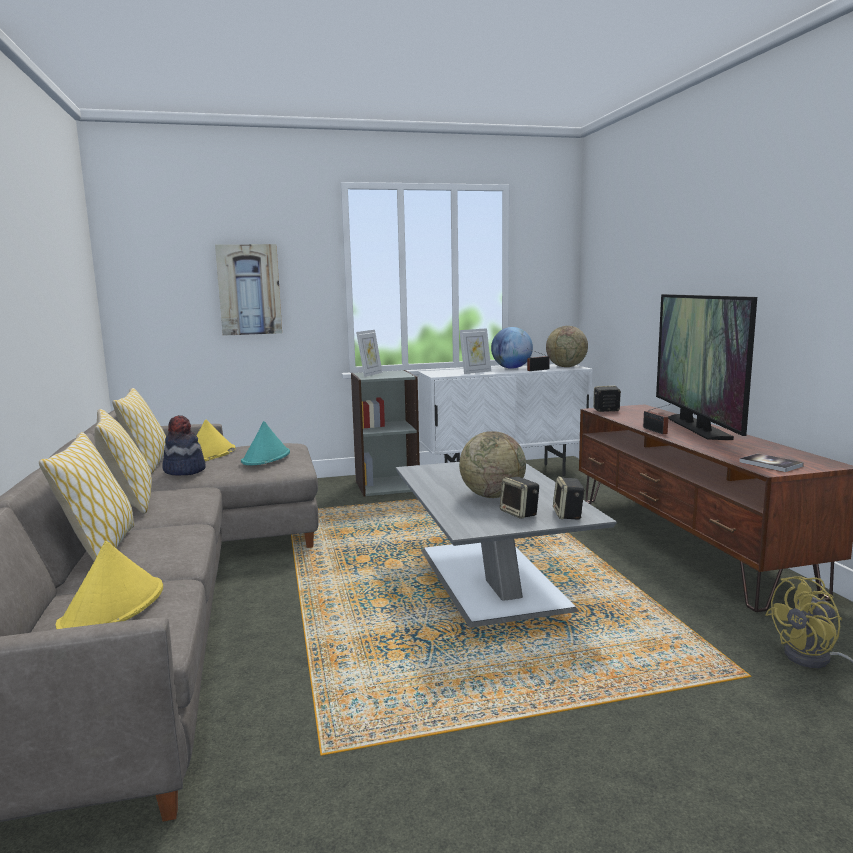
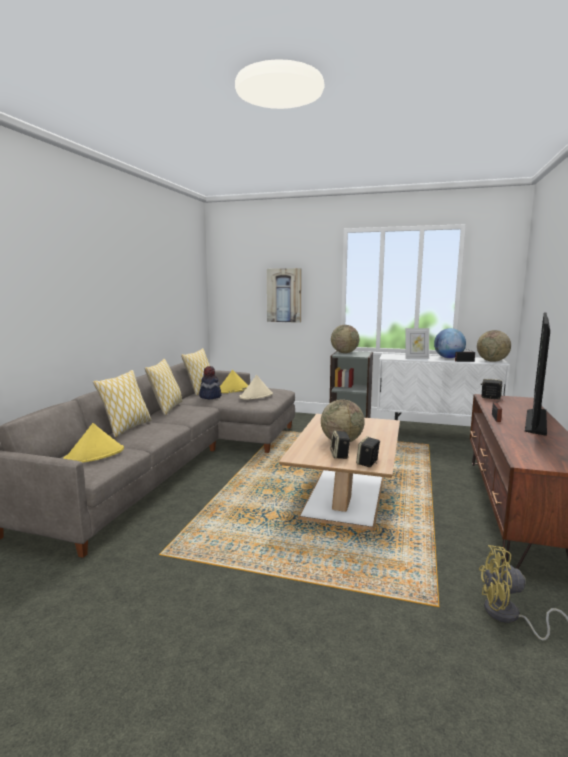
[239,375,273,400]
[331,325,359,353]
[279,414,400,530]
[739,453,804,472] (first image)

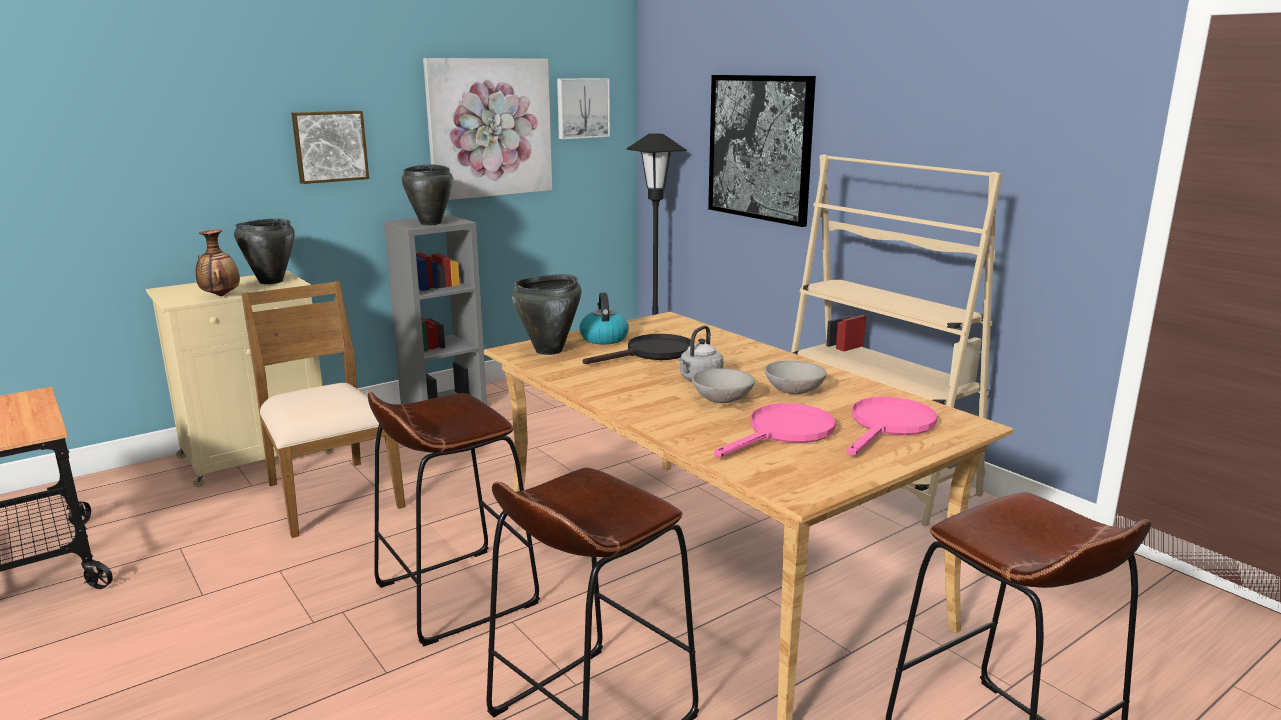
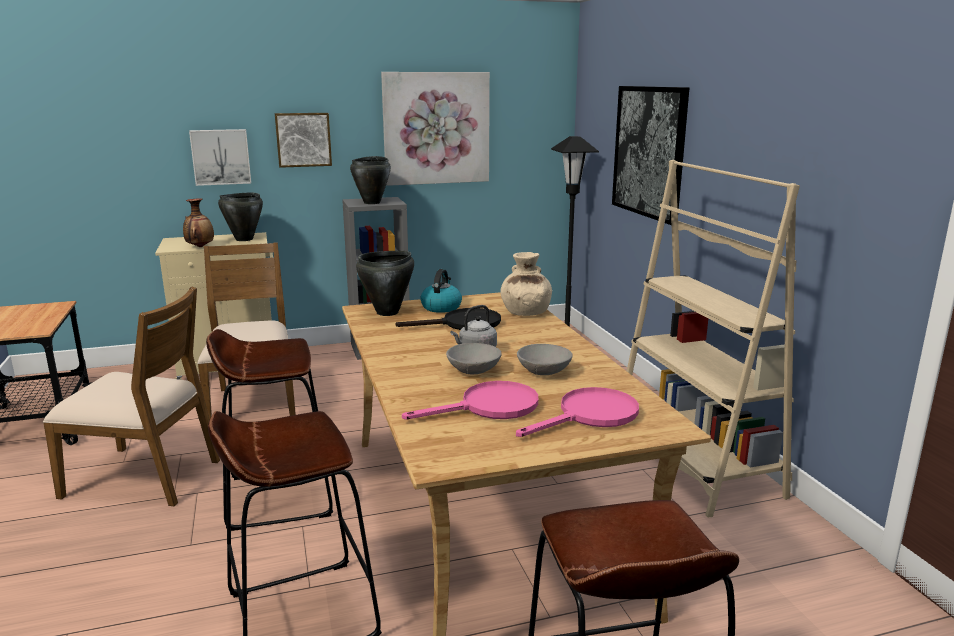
[189,129,251,186]
[43,287,220,506]
[501,252,552,316]

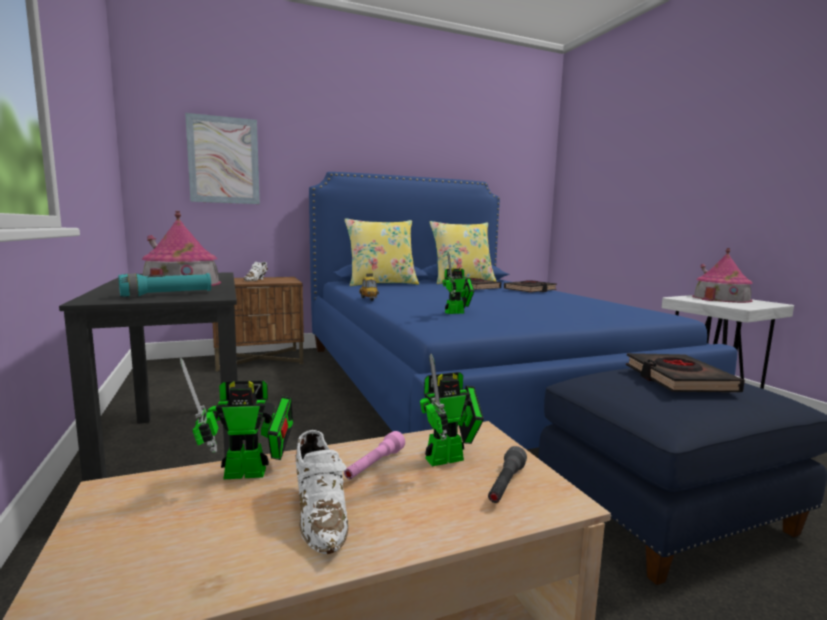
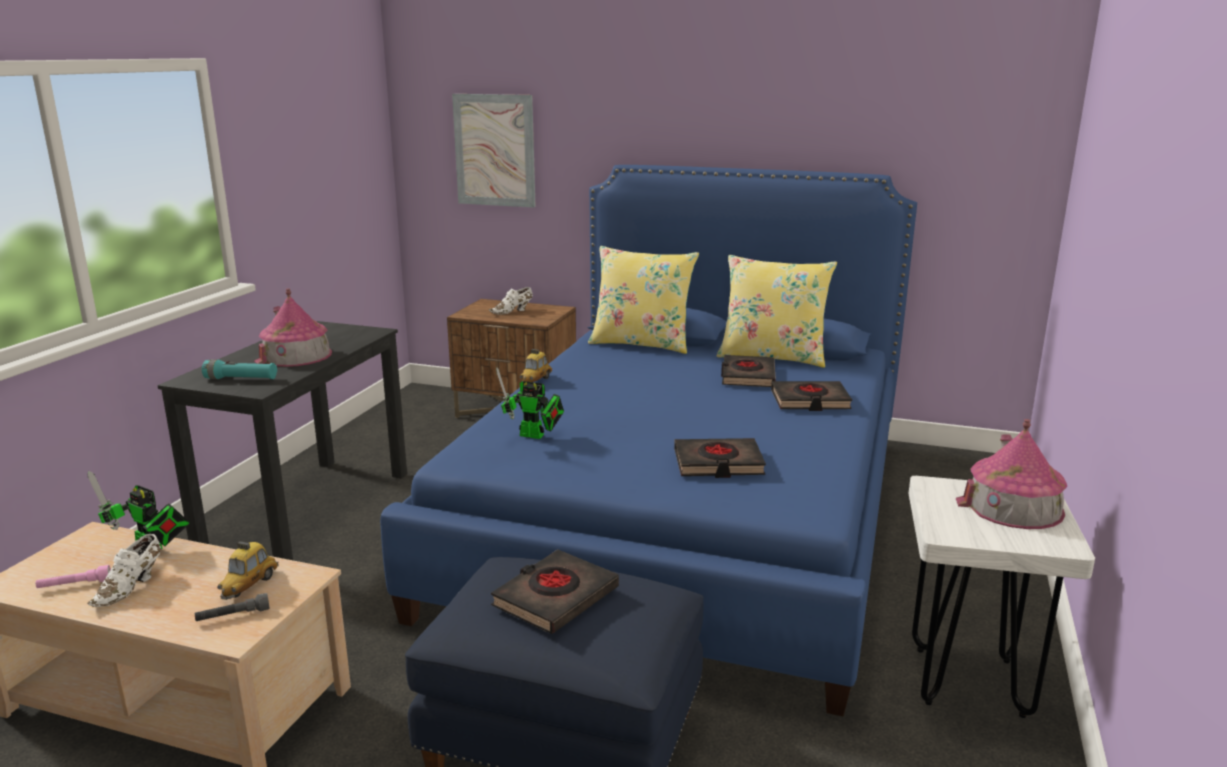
[36,565,111,588]
[217,541,279,600]
[674,438,766,478]

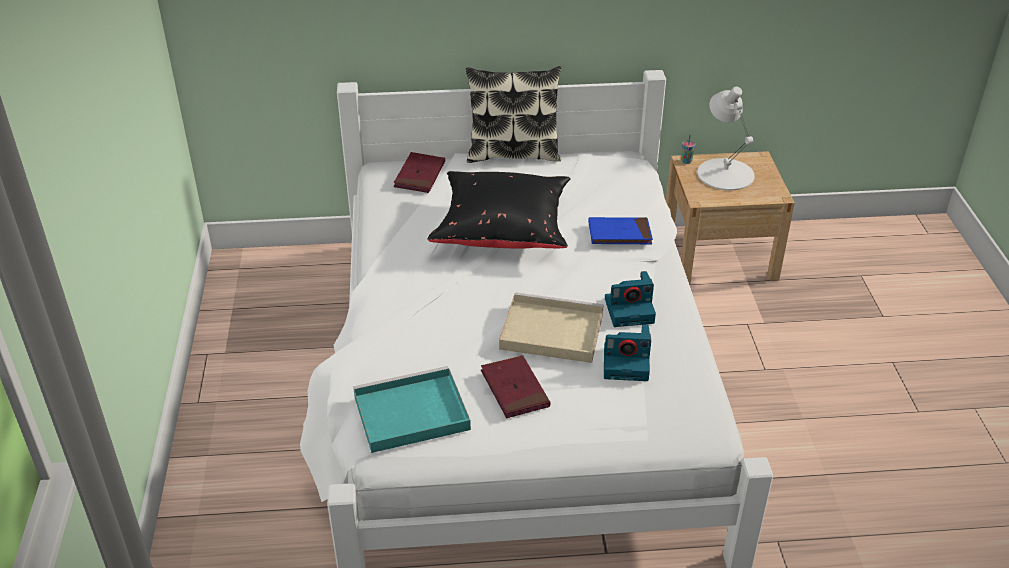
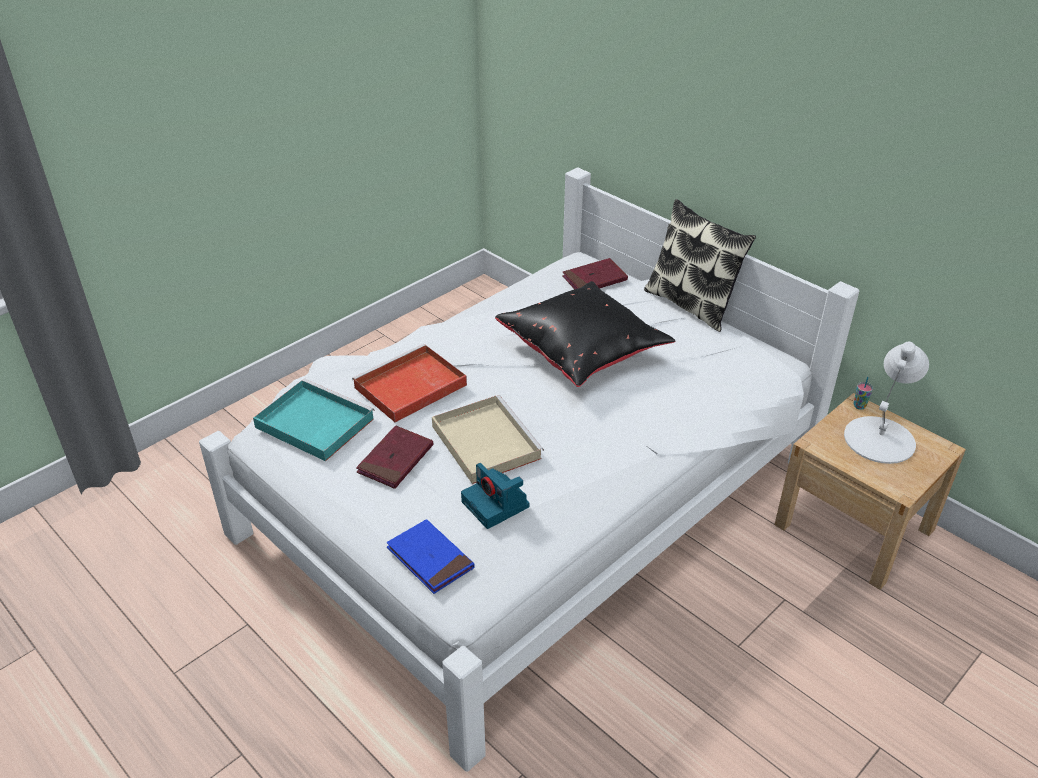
[387,519,475,594]
[605,271,656,327] (first image)
[352,344,467,422]

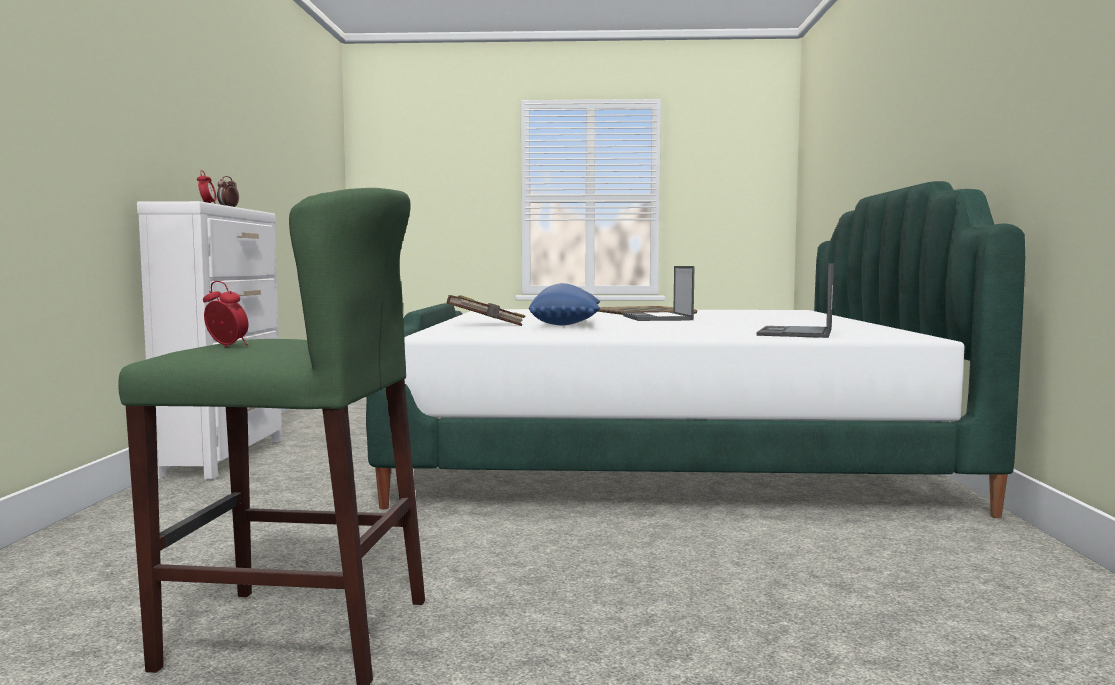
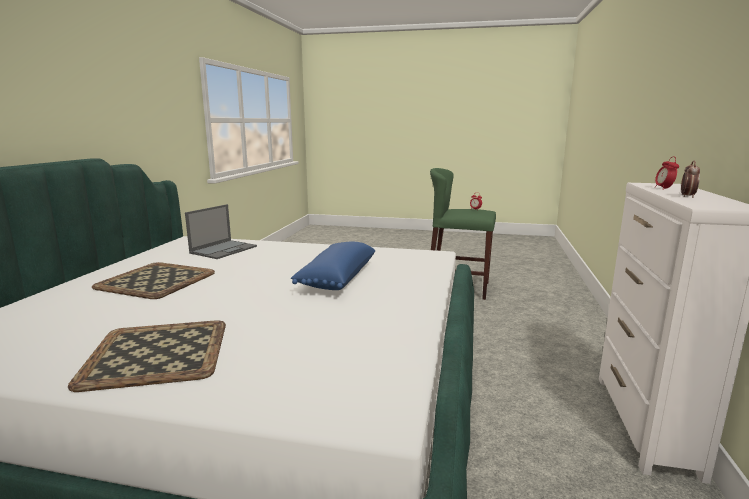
[447,295,526,326] (first image)
[623,266,694,321] (first image)
[92,262,215,299]

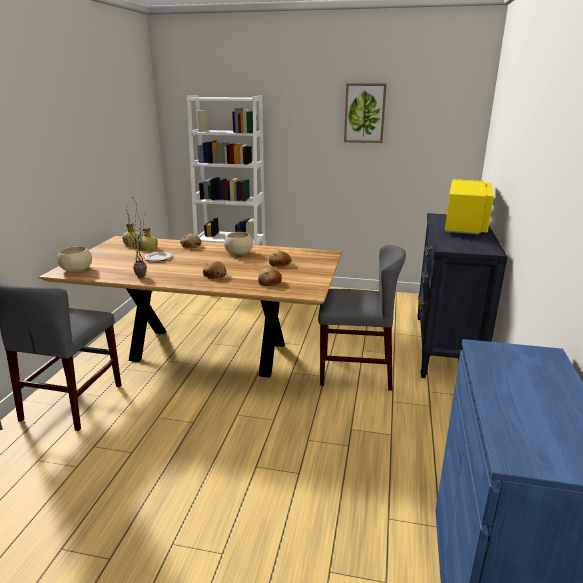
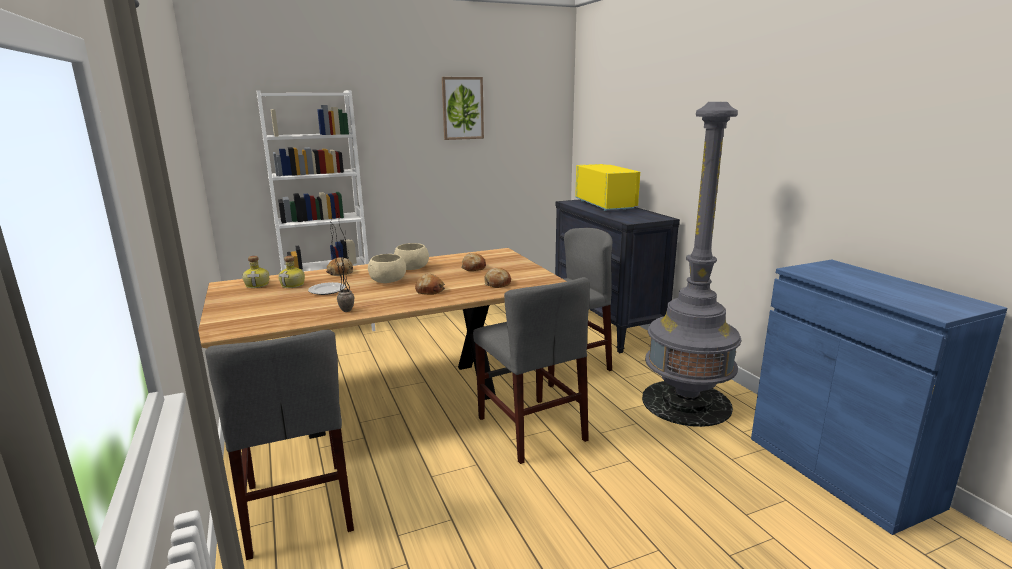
[368,254,406,283]
[473,277,590,464]
[642,102,741,427]

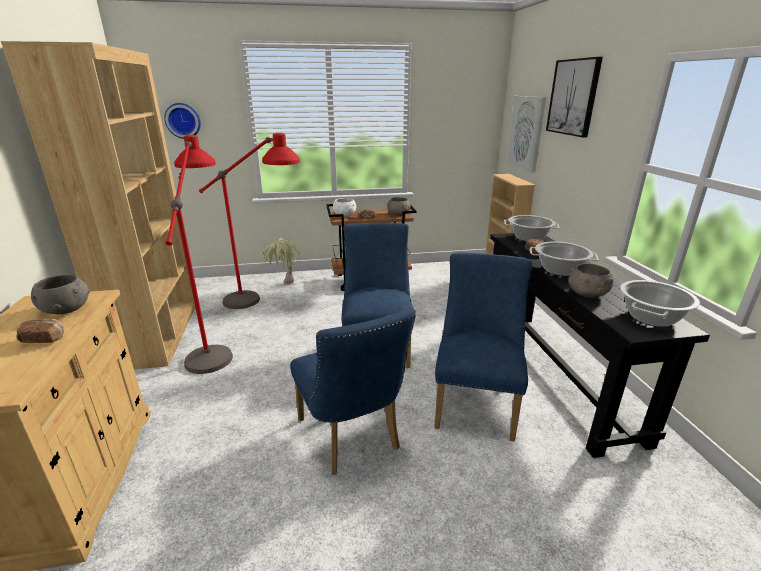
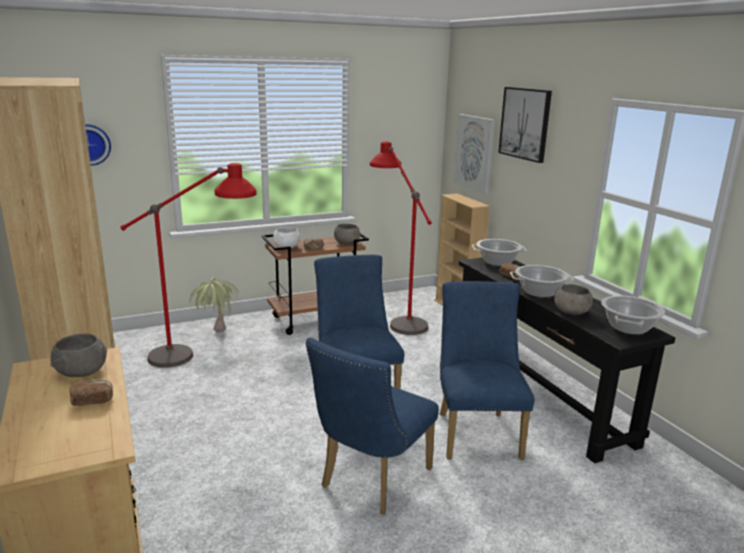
[370,141,432,335]
[306,338,439,515]

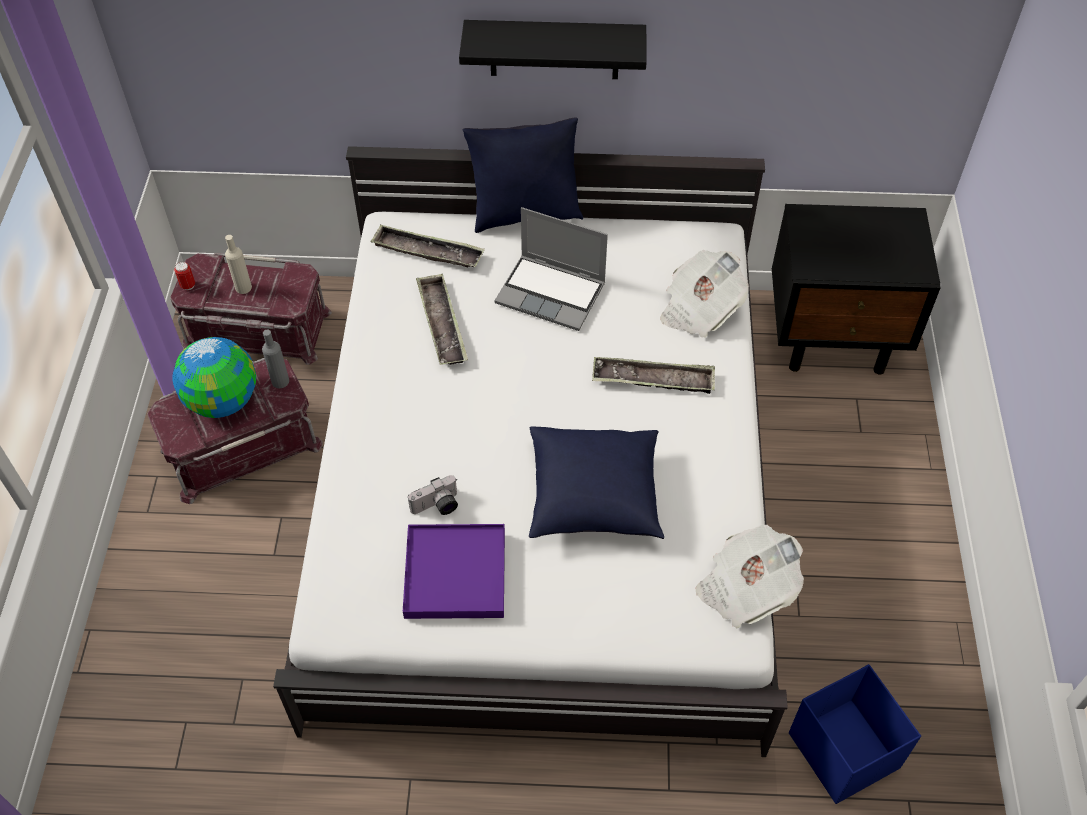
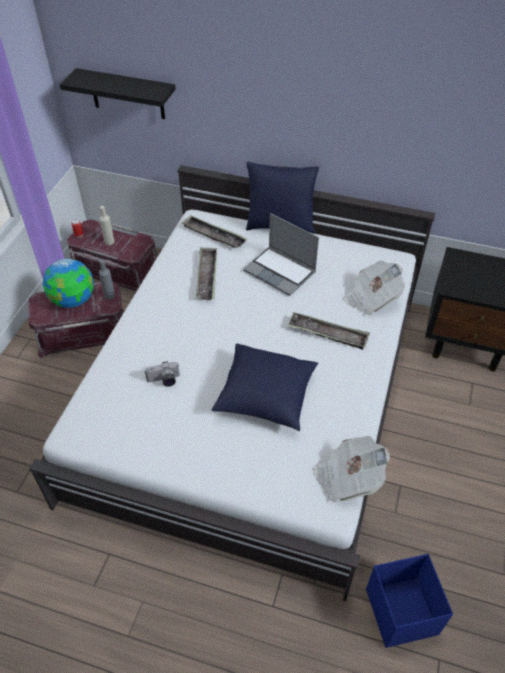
[403,524,505,619] (first image)
[60,68,176,119]

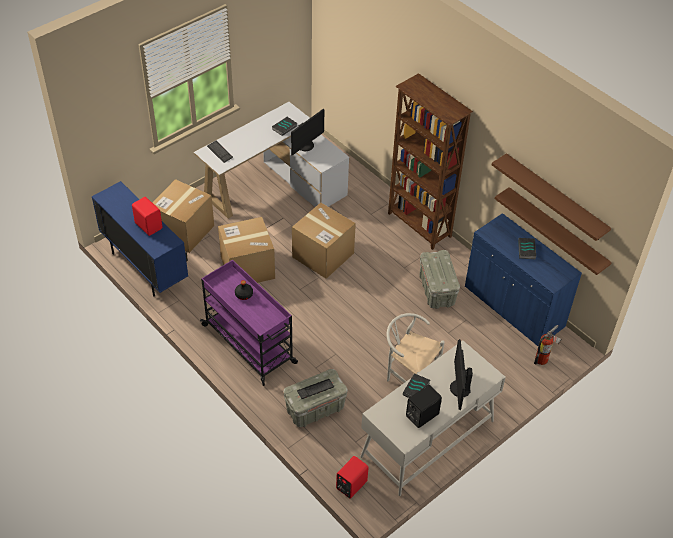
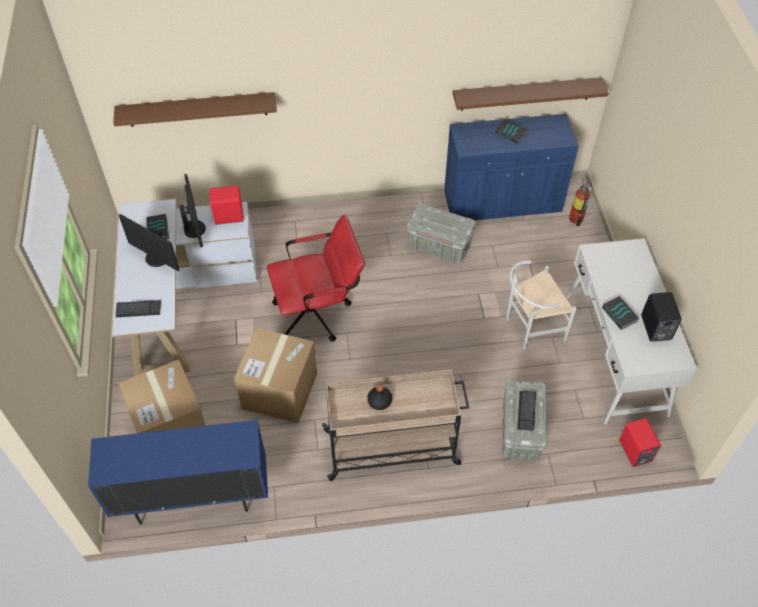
[208,185,244,225]
[322,369,469,481]
[267,215,365,342]
[388,73,473,250] (first image)
[119,214,180,271]
[113,92,277,127]

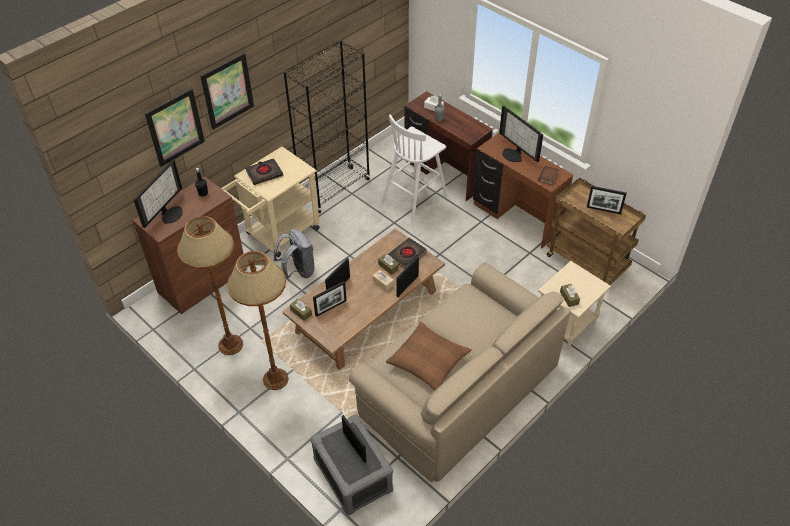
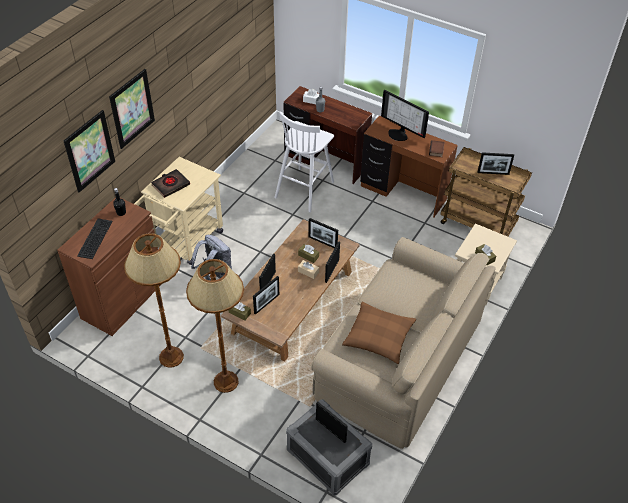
[77,219,113,259]
[283,40,370,213] (first image)
[309,218,338,248]

